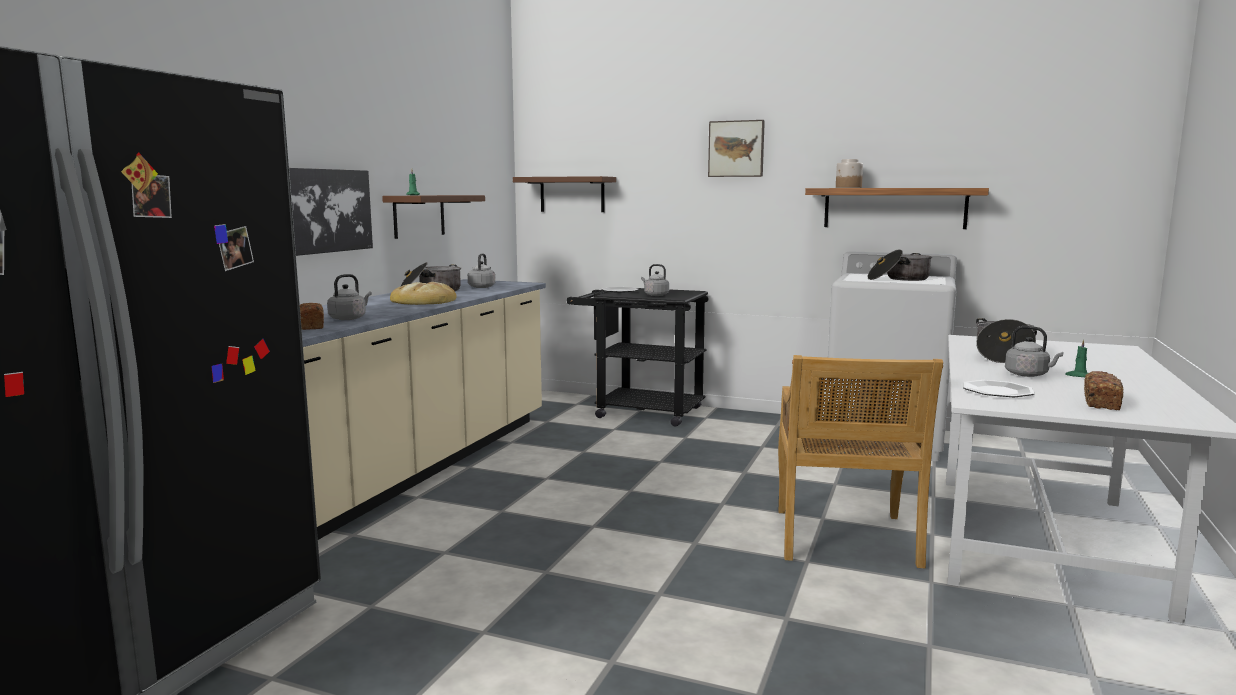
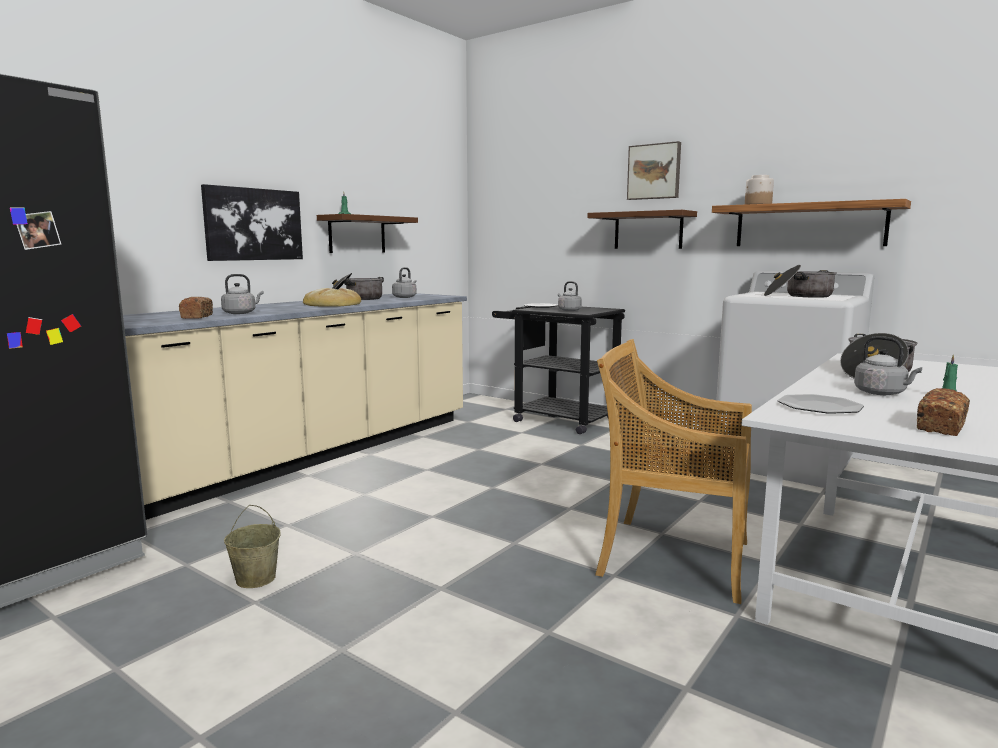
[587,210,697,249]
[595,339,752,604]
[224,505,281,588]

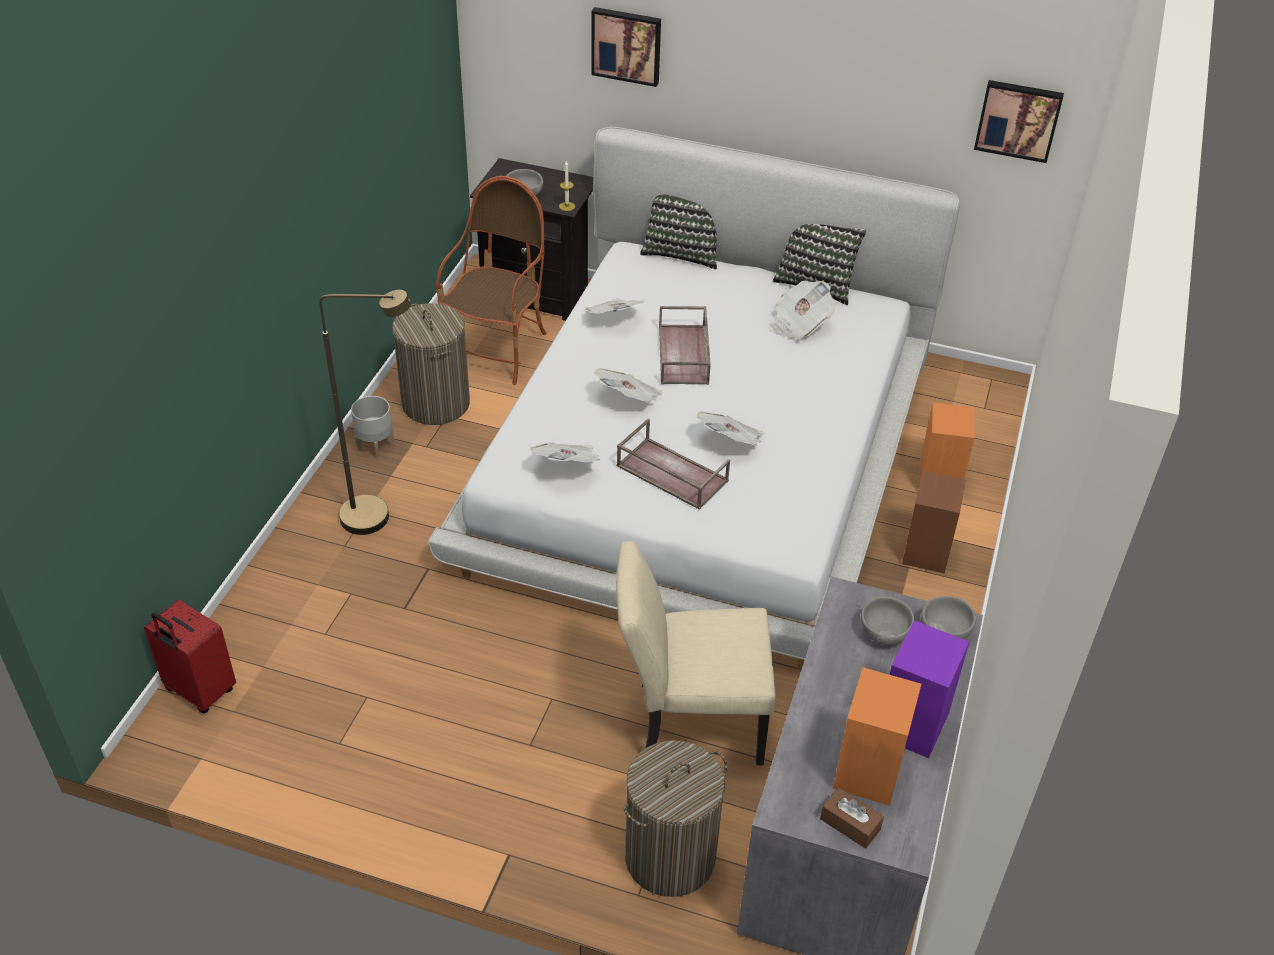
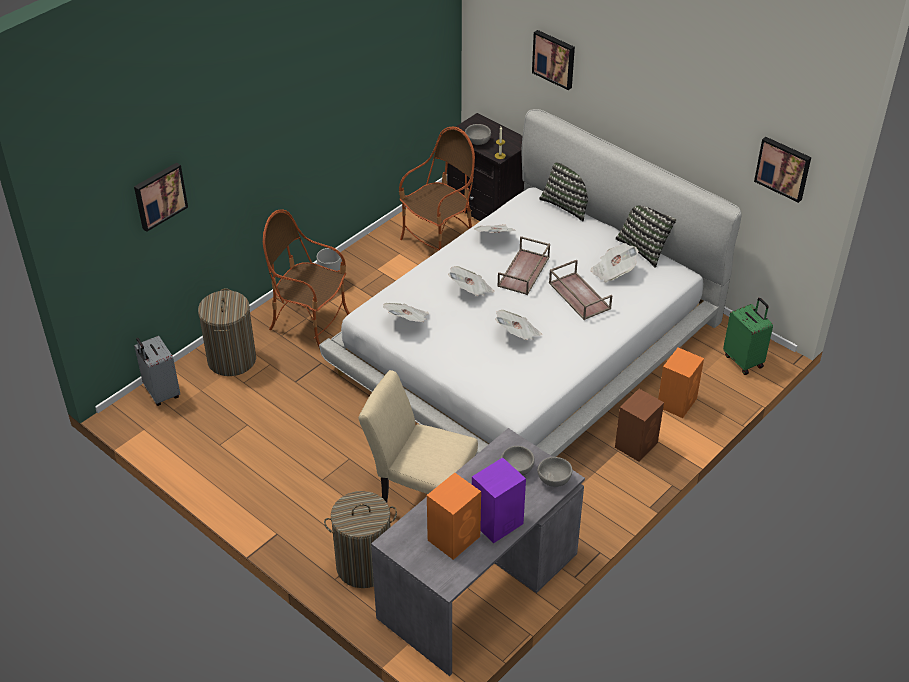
[134,336,180,406]
[263,209,350,349]
[198,288,256,376]
[549,260,613,320]
[820,787,884,849] (first image)
[134,163,188,232]
[723,298,773,375]

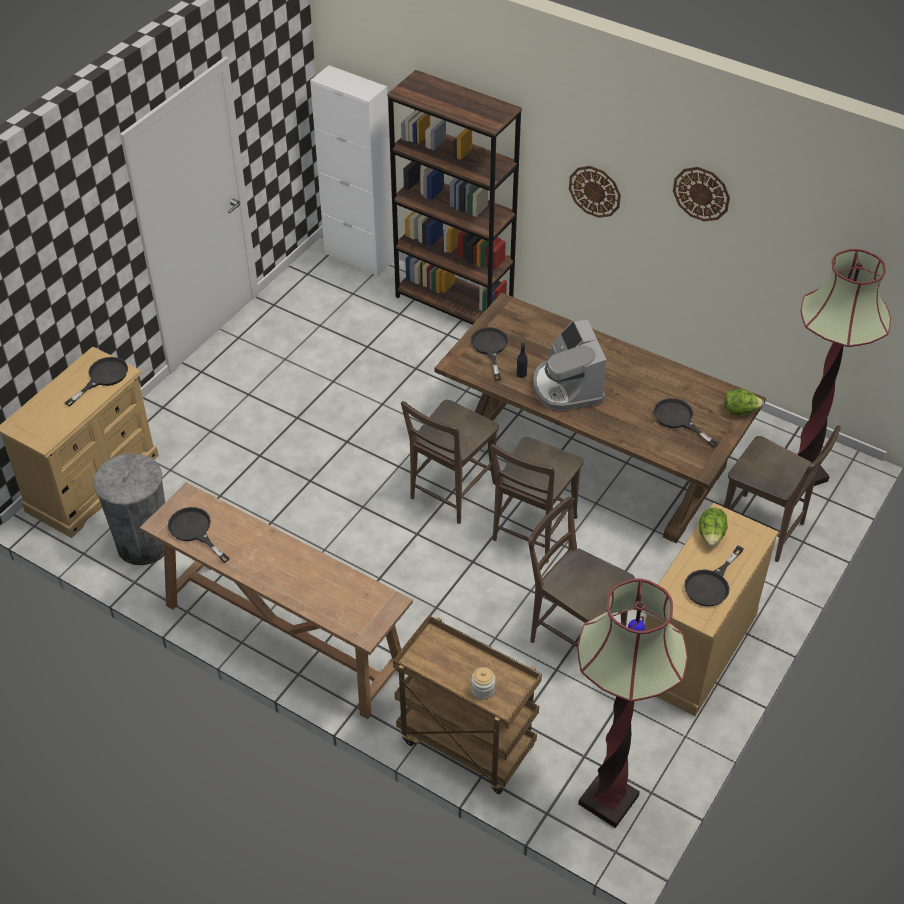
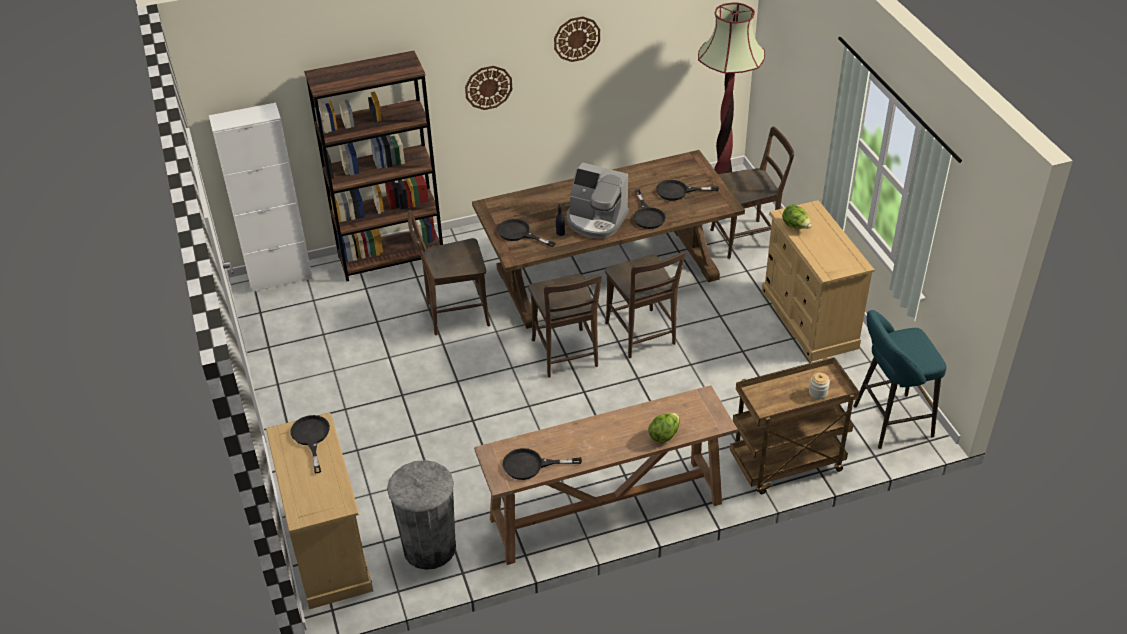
[408,210,491,335]
[853,310,946,449]
[633,189,666,229]
[648,413,679,443]

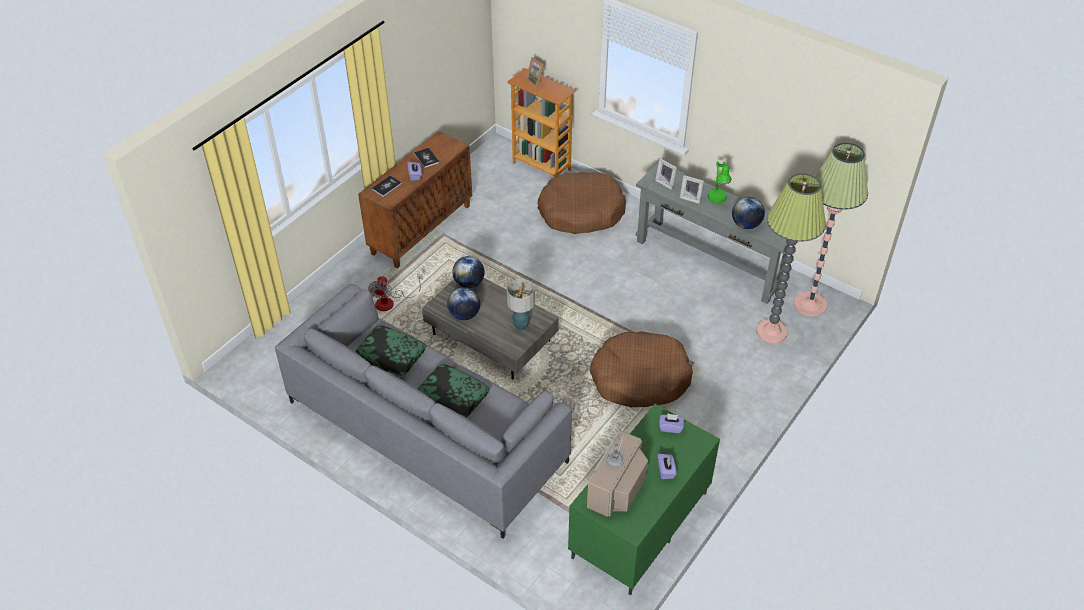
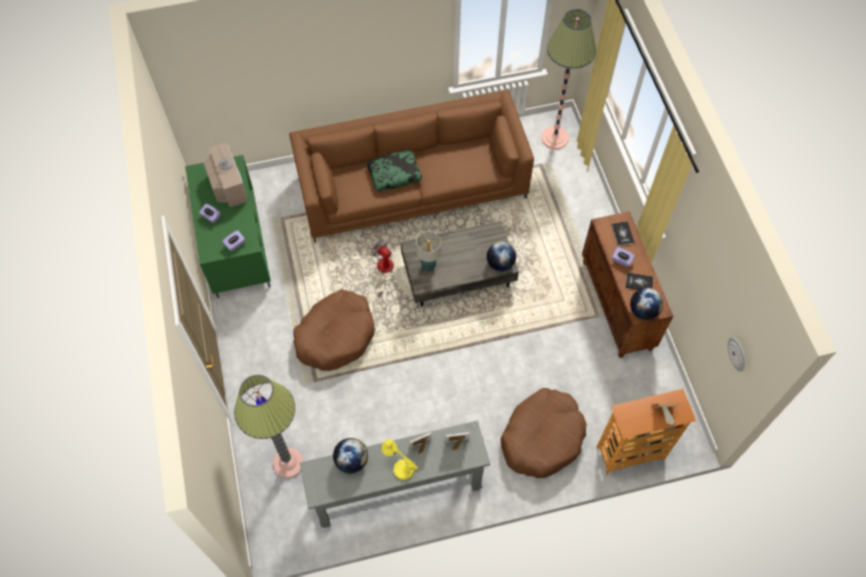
[289,90,534,243]
[355,326,427,376] (first image)
[371,239,394,297]
[630,288,663,320]
[381,439,418,480]
[541,9,596,149]
[728,337,745,372]

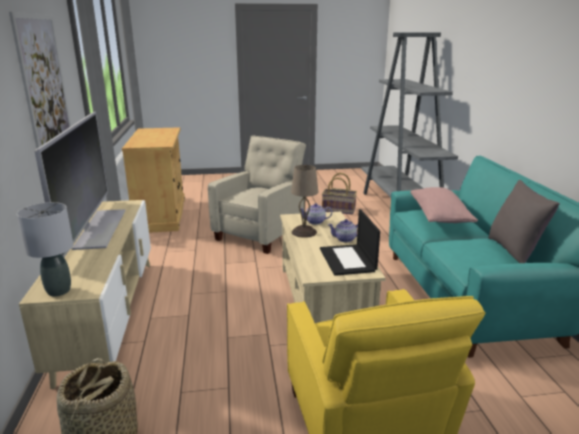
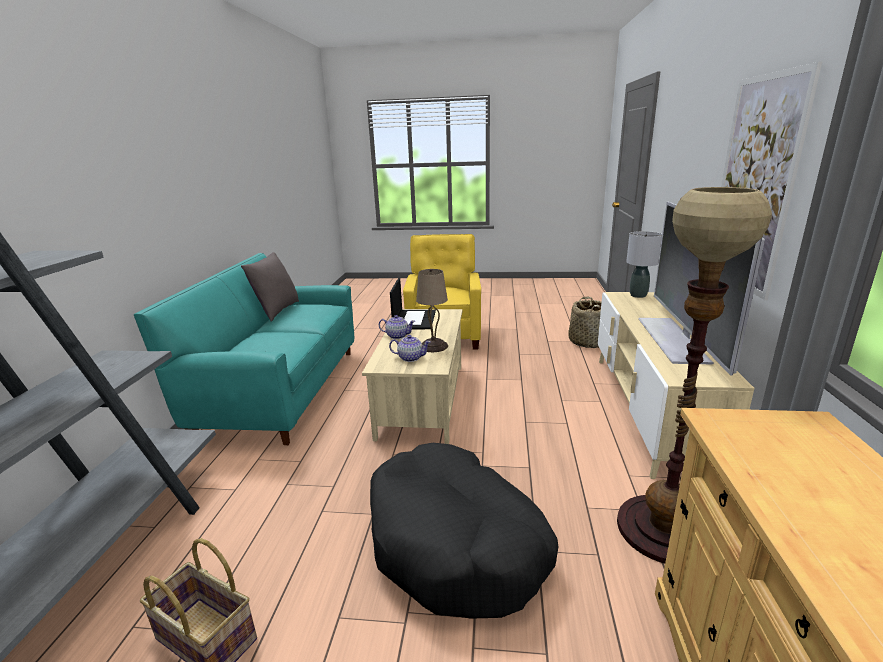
[370,443,558,619]
[410,187,478,223] (first image)
[617,187,772,564]

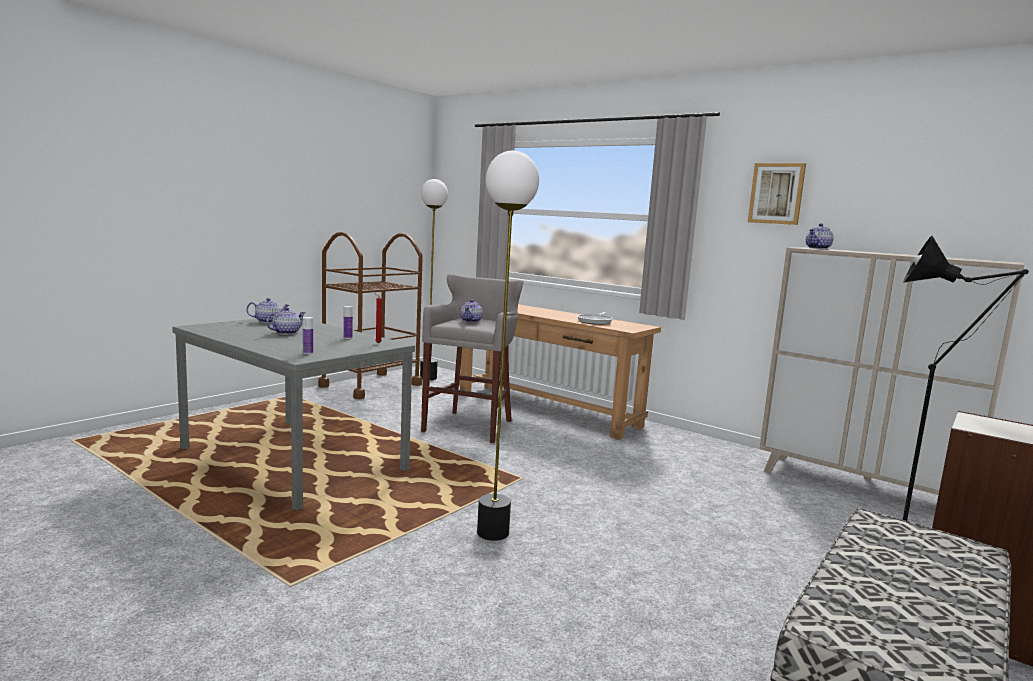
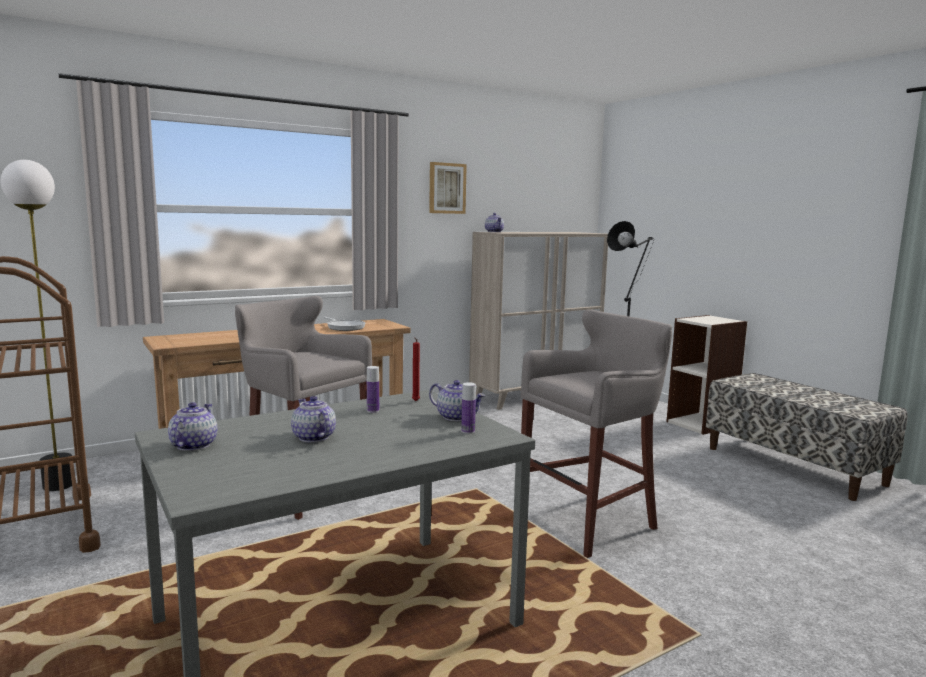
[429,380,485,421]
[521,309,672,558]

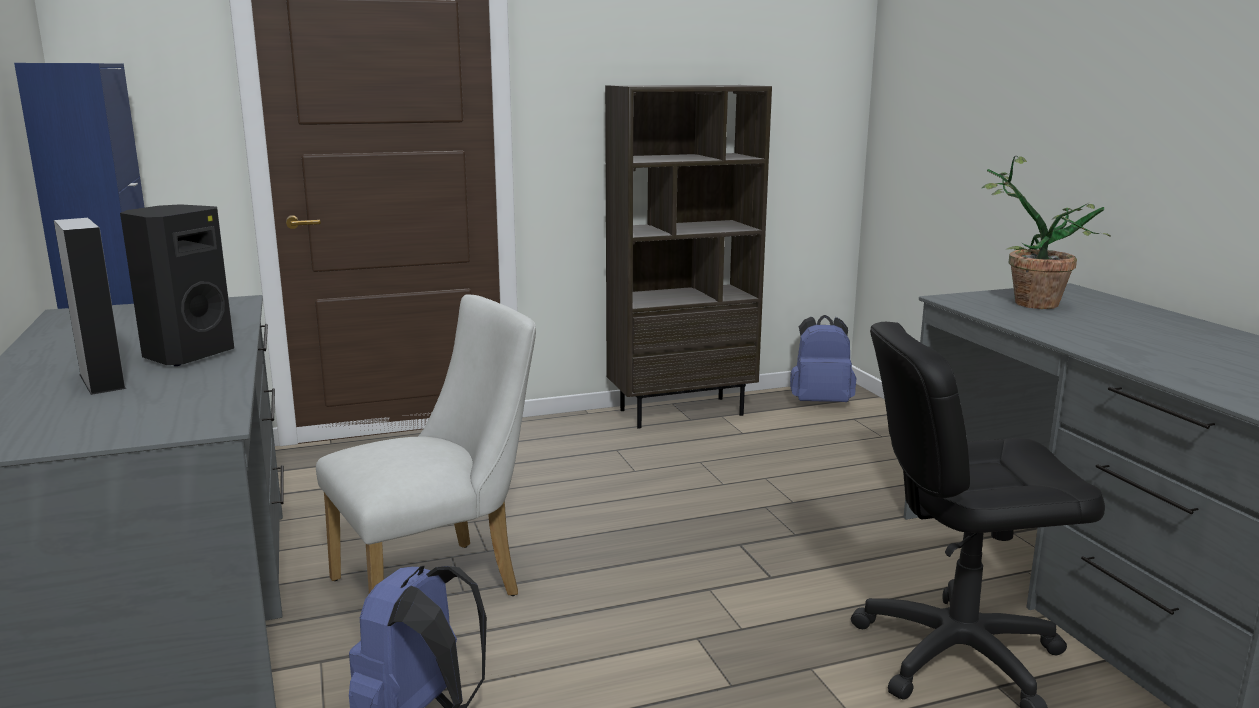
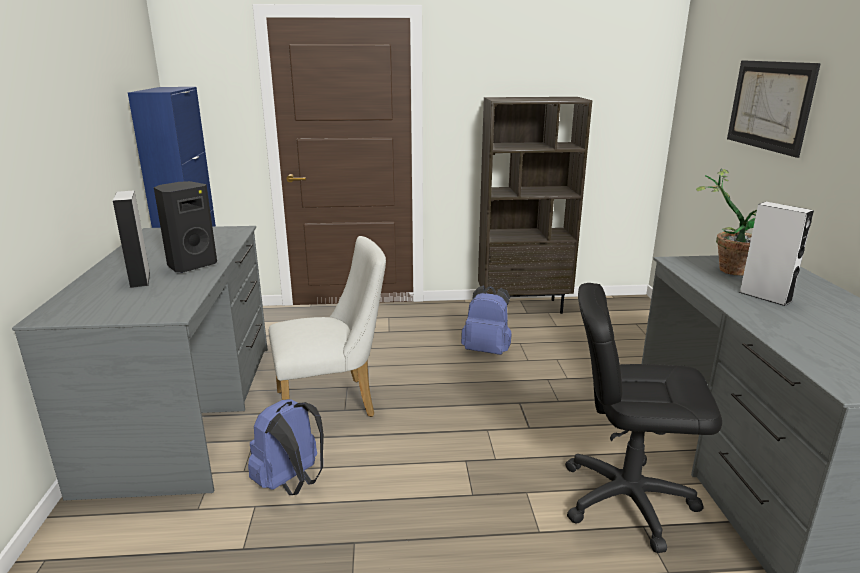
[461,286,512,355]
[727,60,821,158]
[739,202,814,306]

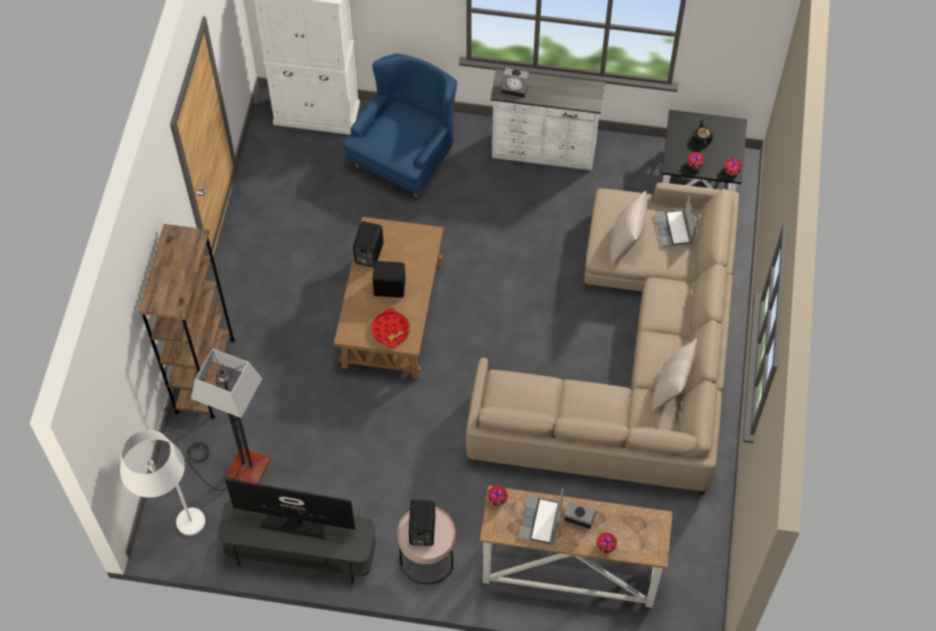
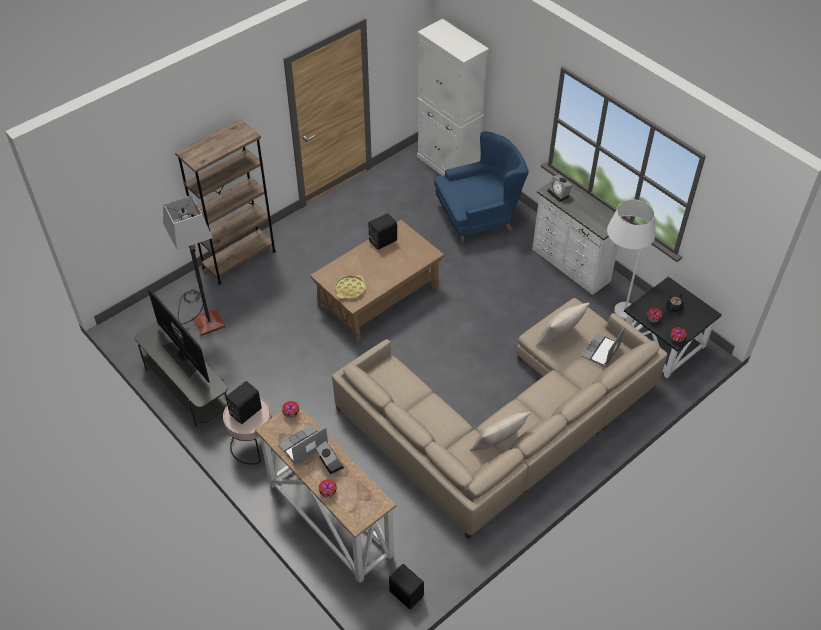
[607,200,656,320]
[335,275,366,300]
[389,564,424,609]

